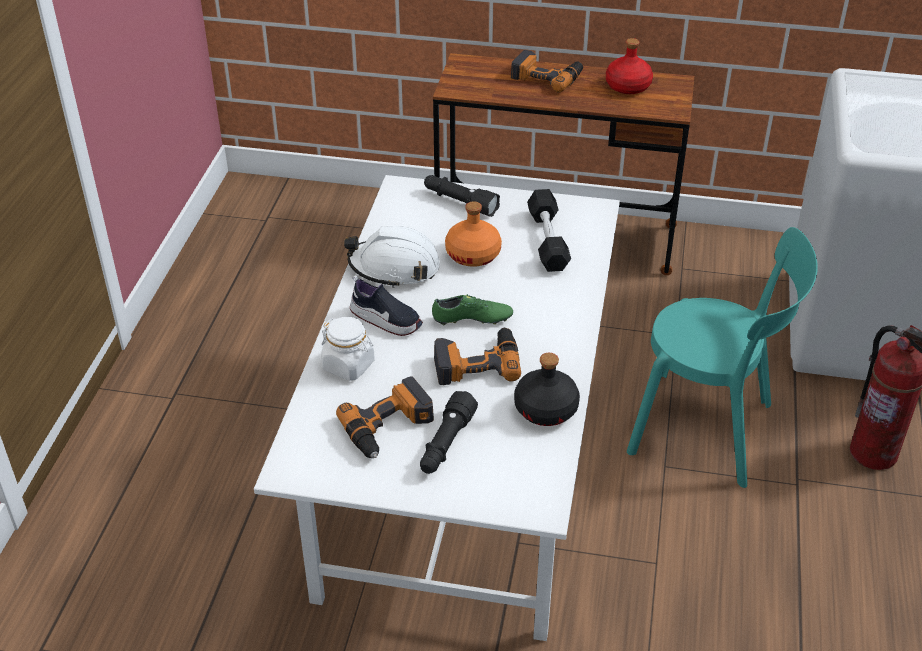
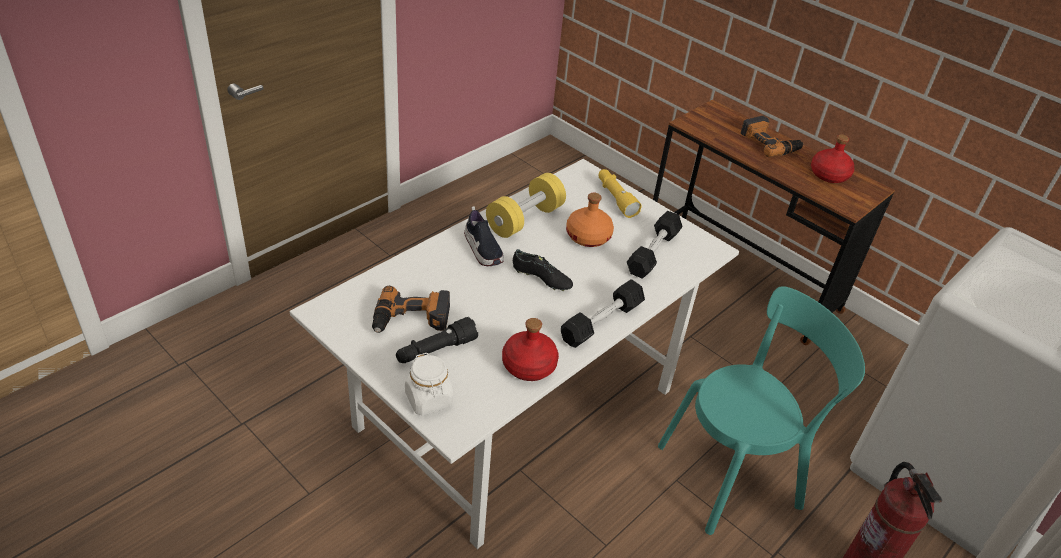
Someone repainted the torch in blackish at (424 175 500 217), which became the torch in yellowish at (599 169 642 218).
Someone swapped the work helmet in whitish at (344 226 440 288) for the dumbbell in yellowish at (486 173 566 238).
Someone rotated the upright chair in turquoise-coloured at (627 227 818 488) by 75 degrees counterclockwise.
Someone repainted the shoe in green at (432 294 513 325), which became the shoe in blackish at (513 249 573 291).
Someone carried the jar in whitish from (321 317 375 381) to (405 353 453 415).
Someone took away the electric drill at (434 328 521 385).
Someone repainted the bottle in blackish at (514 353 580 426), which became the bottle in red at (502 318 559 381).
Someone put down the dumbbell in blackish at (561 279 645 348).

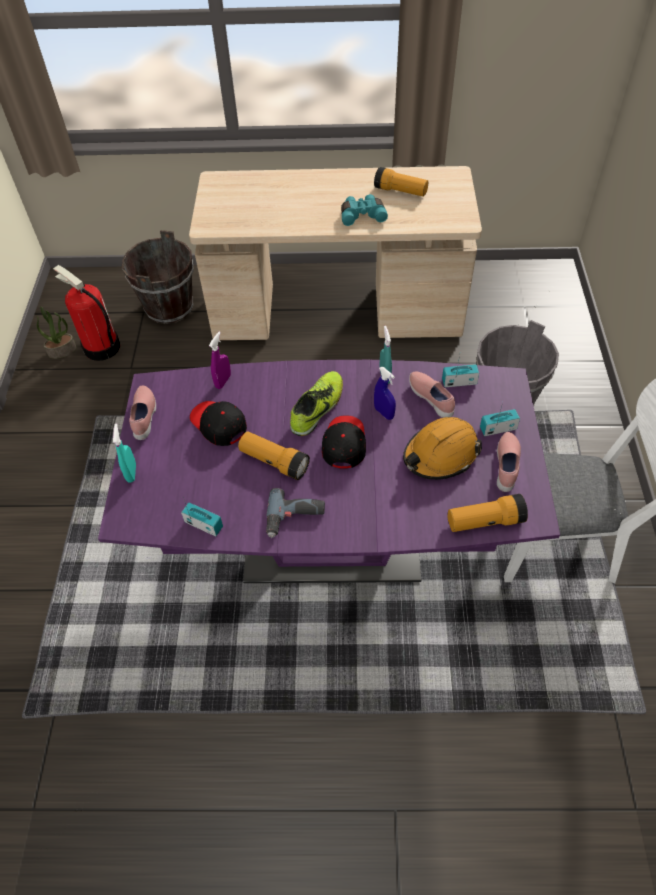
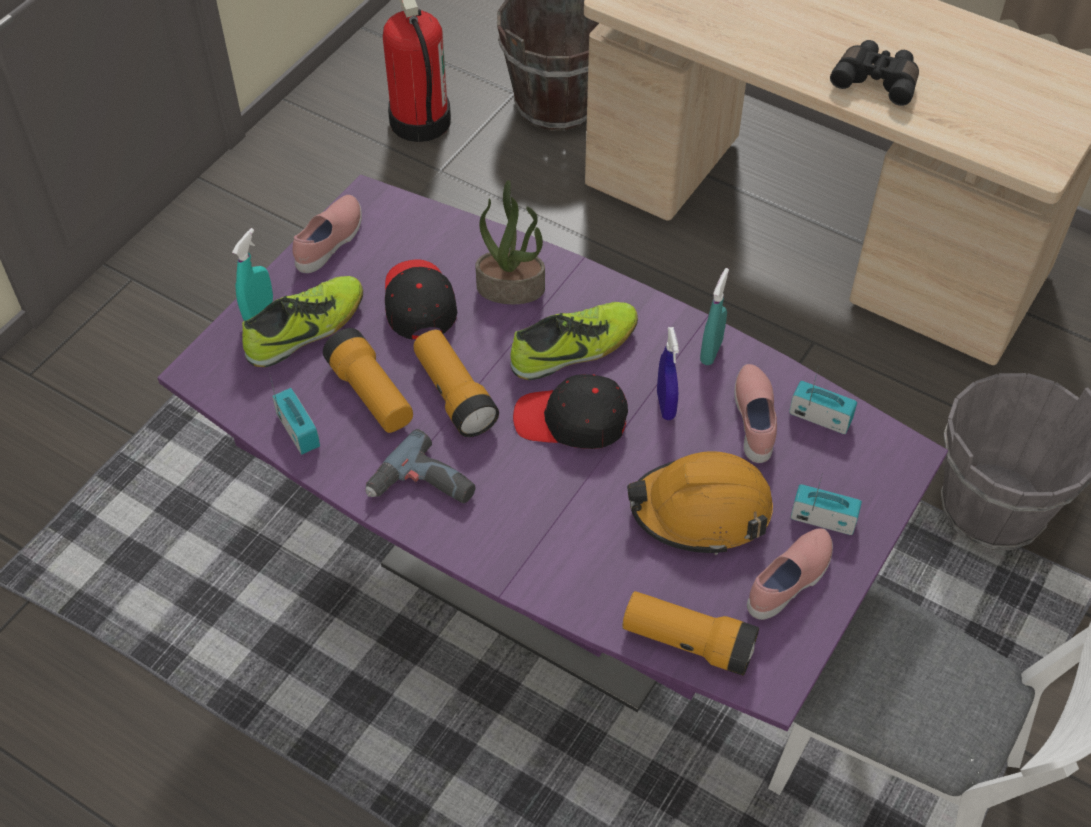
Someone carried the torch from (374 167 428 197) to (323 328 413 433).
Someone repainted the pair of binoculars in turquoise-coloured at (341 194 388 226), which became the pair of binoculars in blackish at (830 40 919 106).
Someone carried the plant in a pot from (37 306 77 359) to (475 180 545 304).
Someone took away the sprayer in purplish at (209 332 231 389).
Someone rotated the cap in blackish at (322 415 366 468) by 120 degrees counterclockwise.
Someone put down the shoe at (242 276 363 367).

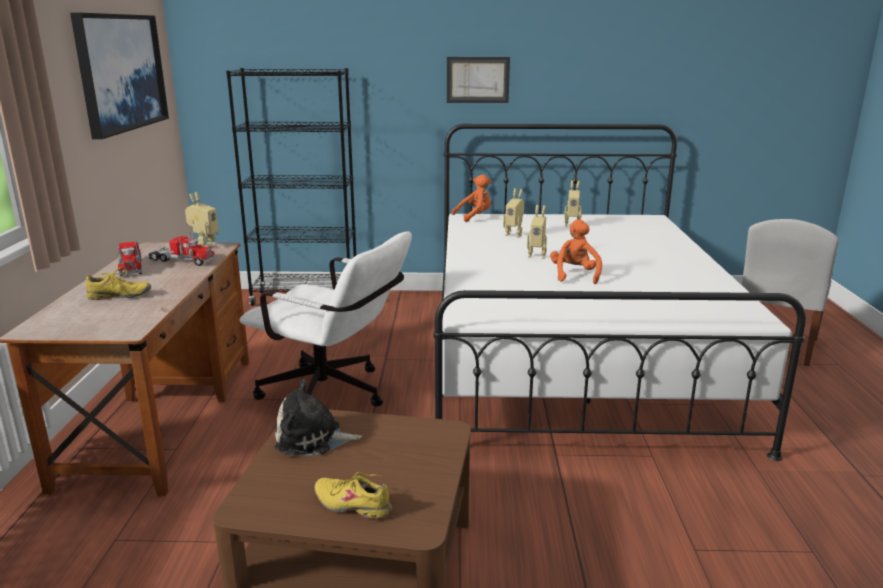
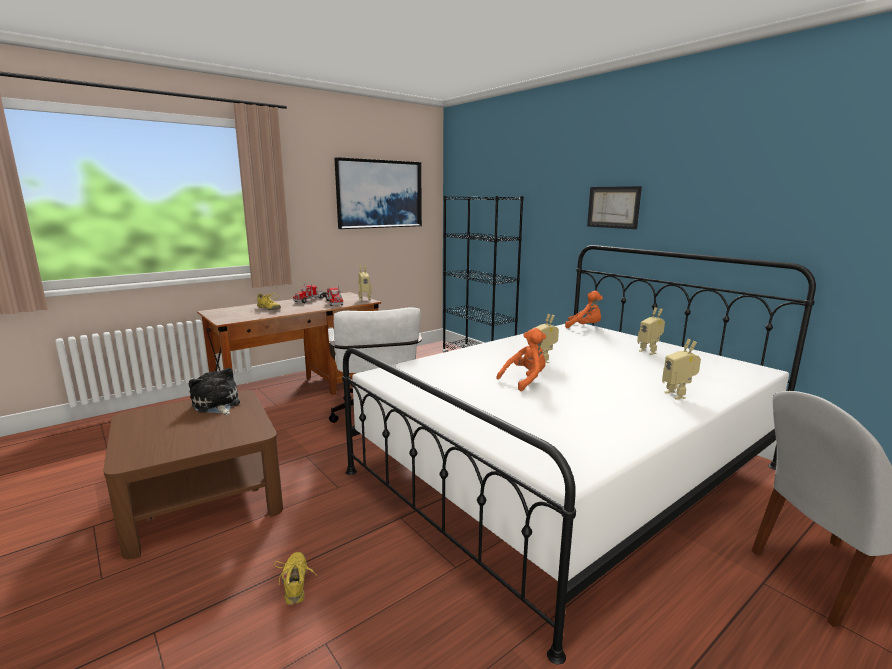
Someone carried the robot figure from (503 188 524 238) to (662 339 701 400).
Someone carried the shoe in yellowish from (314 472 392 519) to (274 552 317 605).

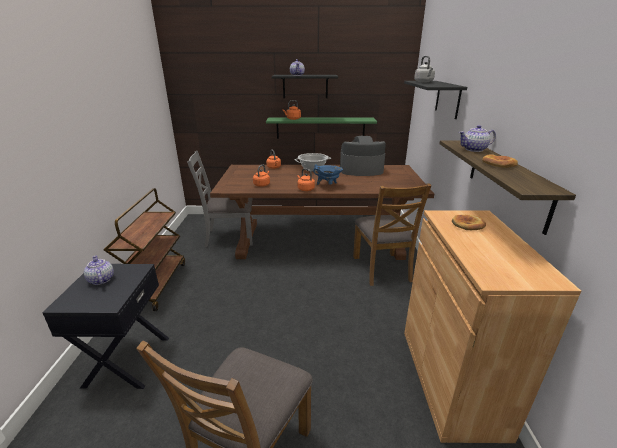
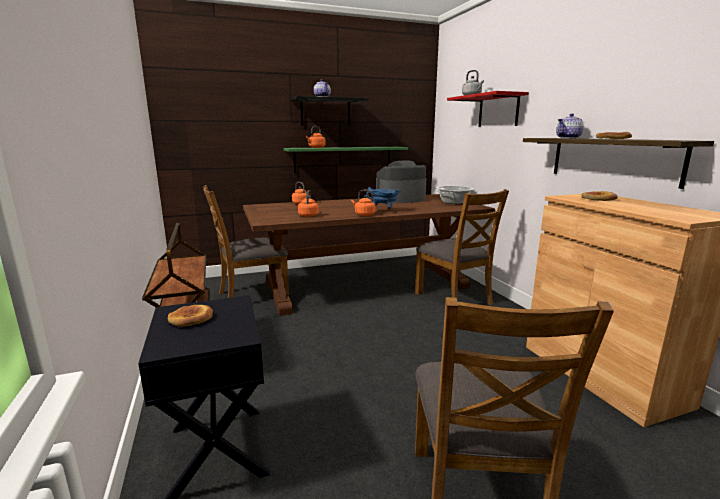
Someone repainted the bracket shelf in blackish at (404 81 467 119), which became the bracket shelf in red at (447 91 529 127).
Someone repainted the upright chair in gray at (187 151 253 247), which became the upright chair in brown at (203 185 289 298).
Someone carried the cooking pot from (295 153 331 171) to (436 186 473 204).
Someone swapped the tea pot at (84 255 114 285) for the bakery bread at (168 305 213 327).

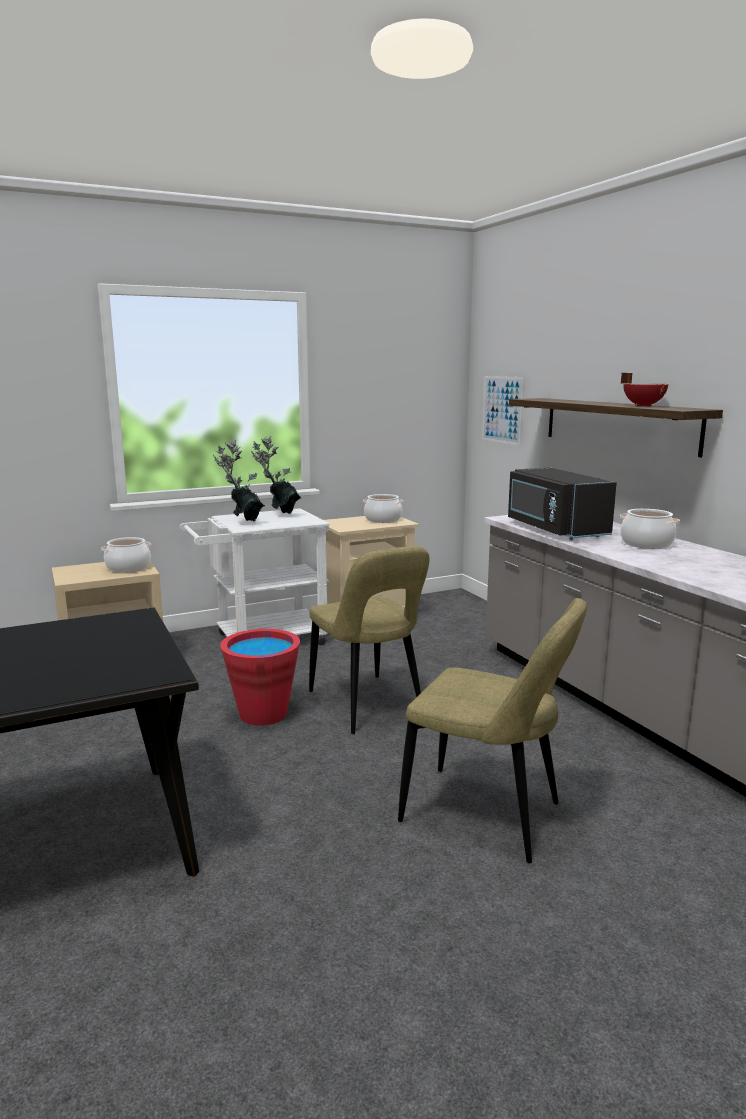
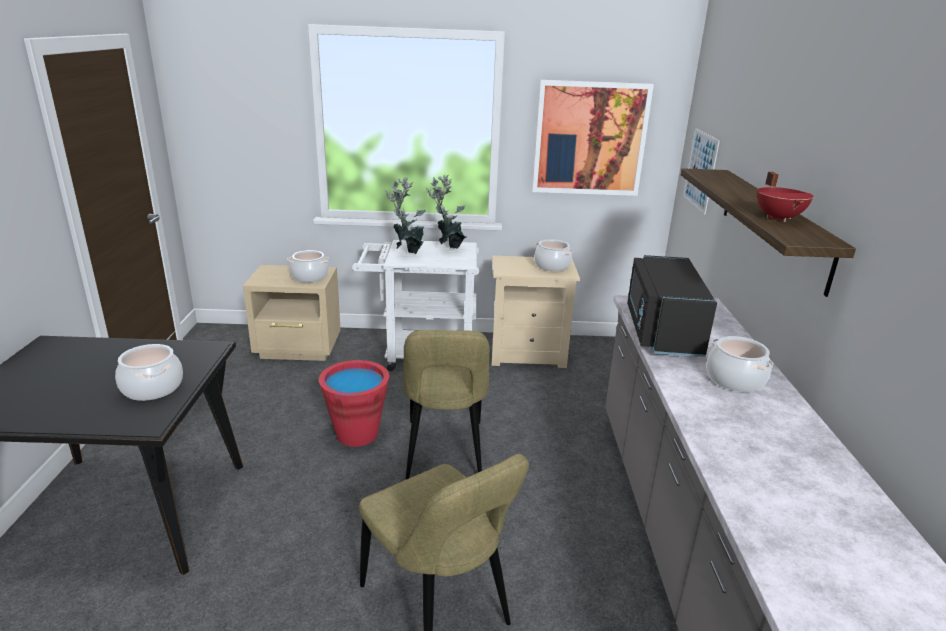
Someone put up the wall art at (532 80 654 196).
Someone put down the cooking pot at (115 344 183 401).

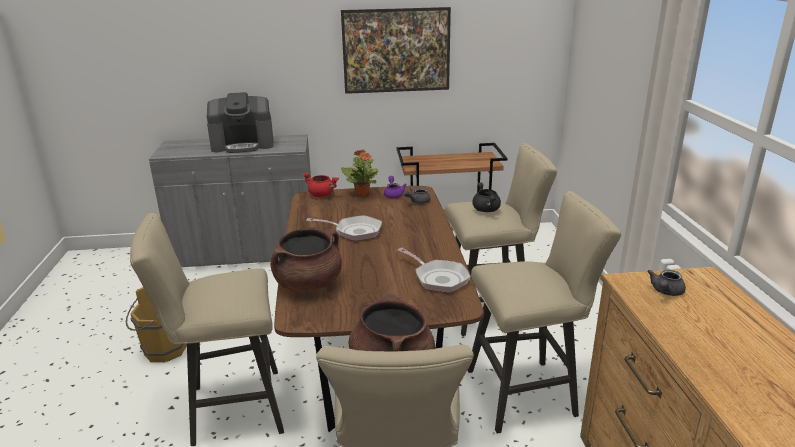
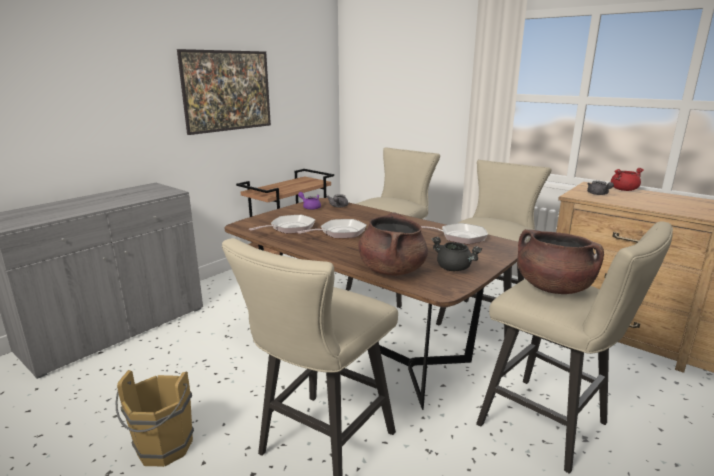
Someone took away the coffee maker at (207 92 274 153).
Someone took away the plant in a pot at (341 150 378 197).
Someone carried the cooking pot in red from (302 172 339 197) to (611 168 644 191).
Someone carried the cooking pot in blackish from (472 182 501 212) to (432 237 482 271).
Someone put down the skillet at (249 215 316 234).

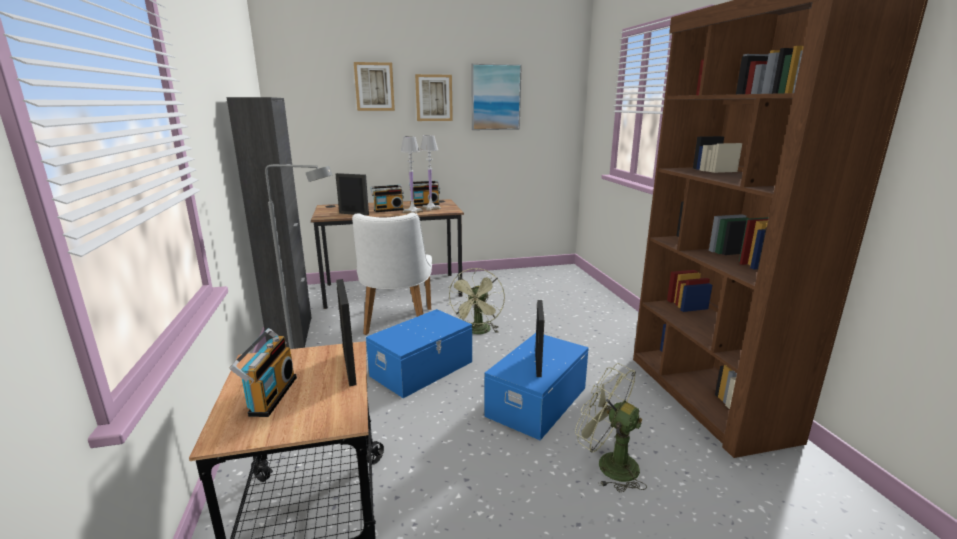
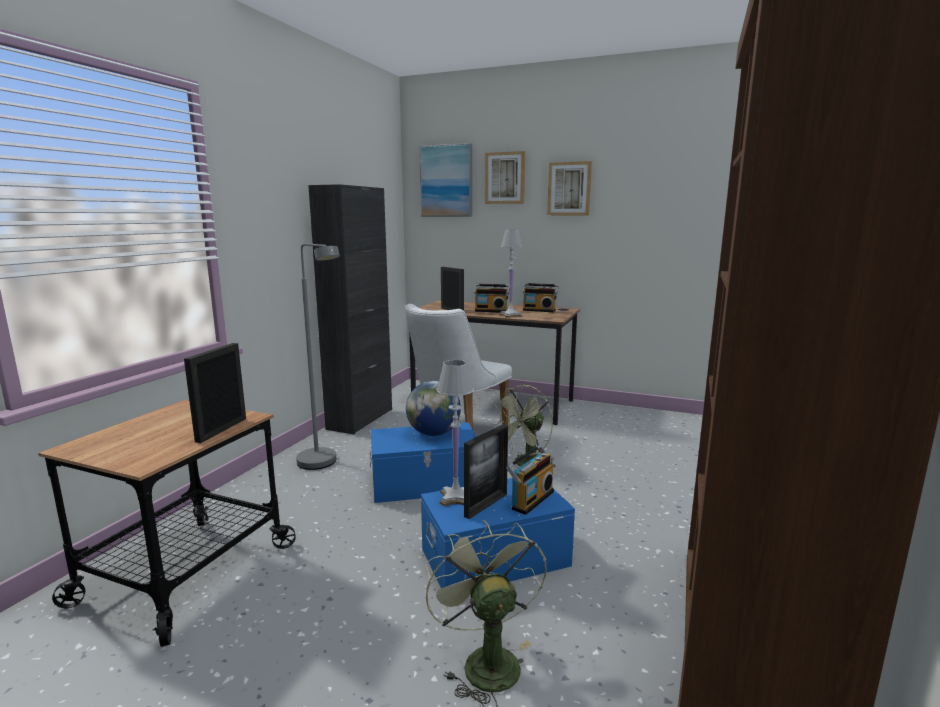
Someone carried the wall art from (471 63 522 130) to (419 143 472 217).
Someone carried the table lamp in whitish from (420 135 441 211) to (437 360 474 506).
Someone carried the radio from (229 328 297 417) to (506 445 554 515).
Someone put down the world globe at (406 381 461 436).

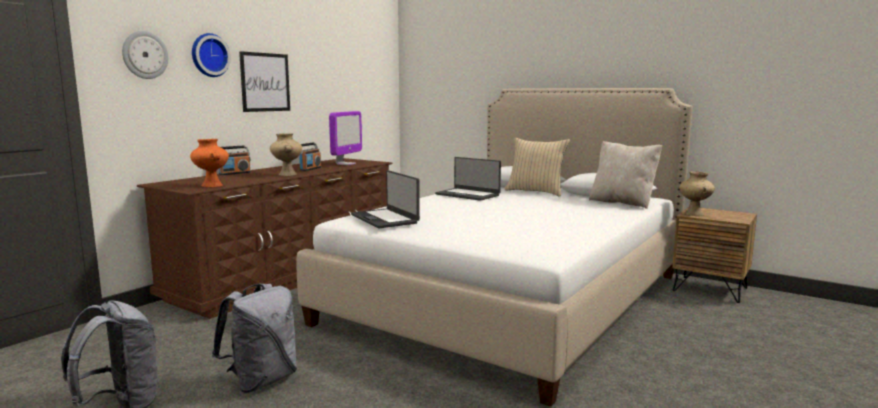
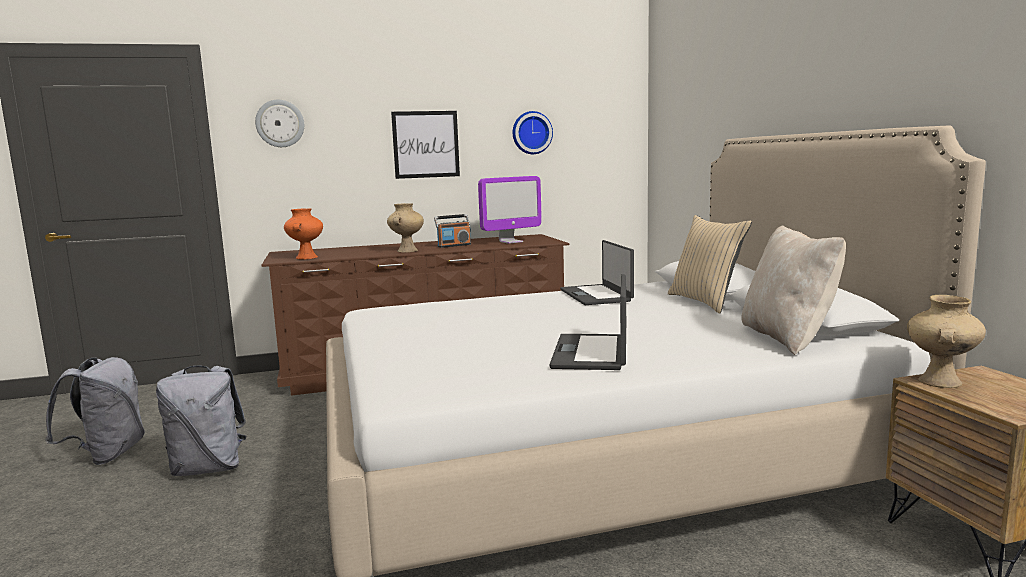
Someone carried the hanging clock from (192 33 231 77) to (513 111 553 154).
Someone took away the radio at (219 145 251 175).
Someone carried the portable computer from (351 170 420 228) to (549 274 626 370).

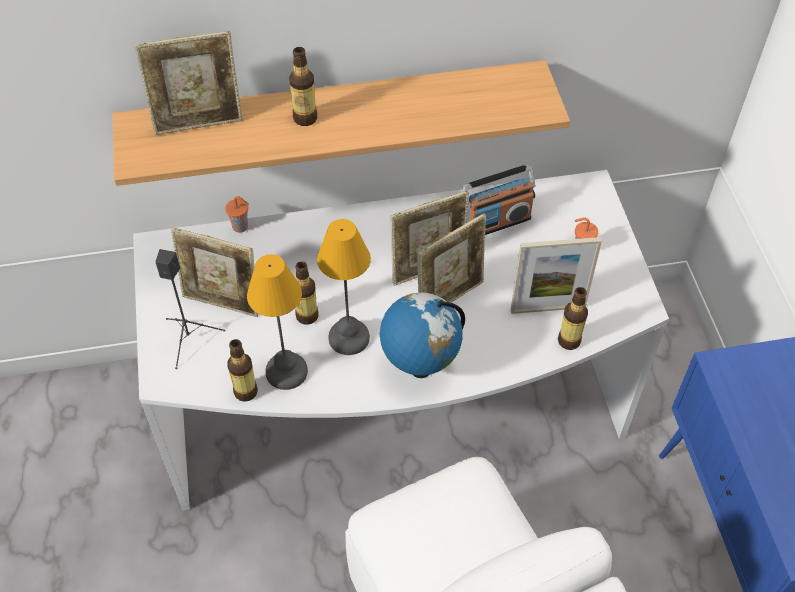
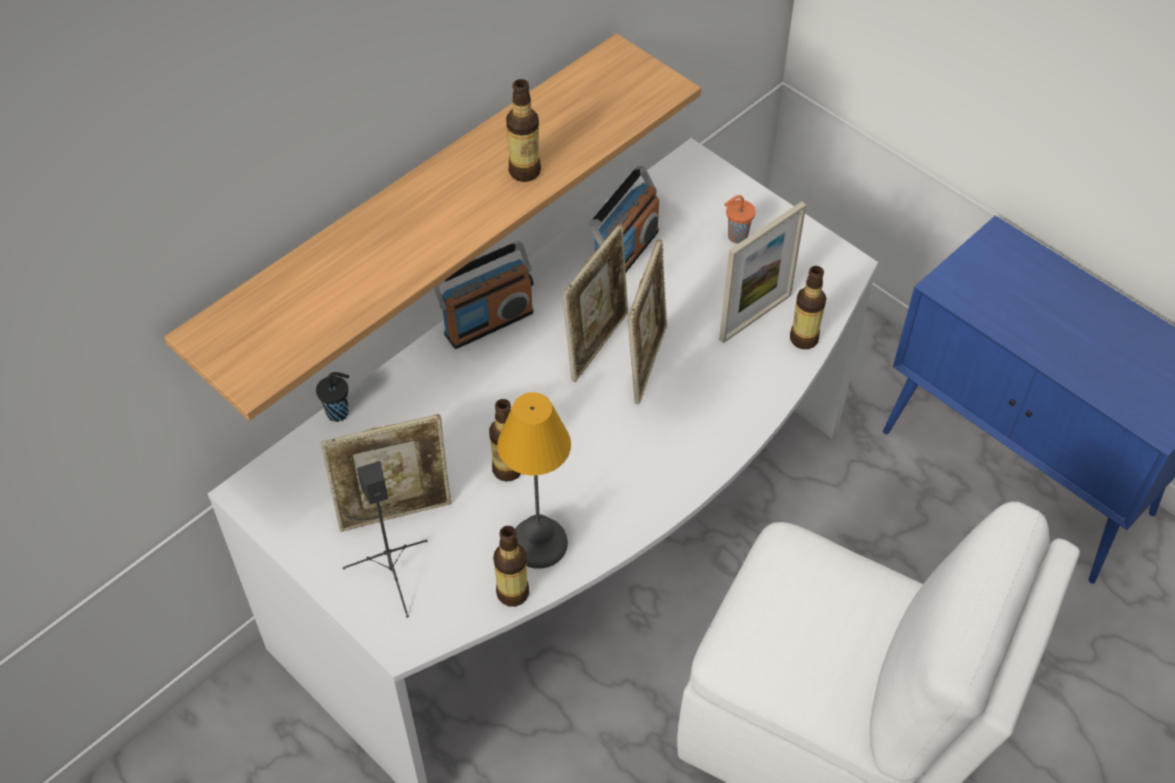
Someone took away the photo frame at (135 31 243 135).
Someone carried the bottle from (289 47 317 126) to (506 79 541 182).
Someone repainted the small cup in orange at (225 196 249 233), which became the small cup in blackish at (316 372 349 422).
Someone took away the table lamp at (317 219 371 355).
Someone took away the world globe at (380 292 465 378).
Someone put down the radio at (434 241 534 349).

